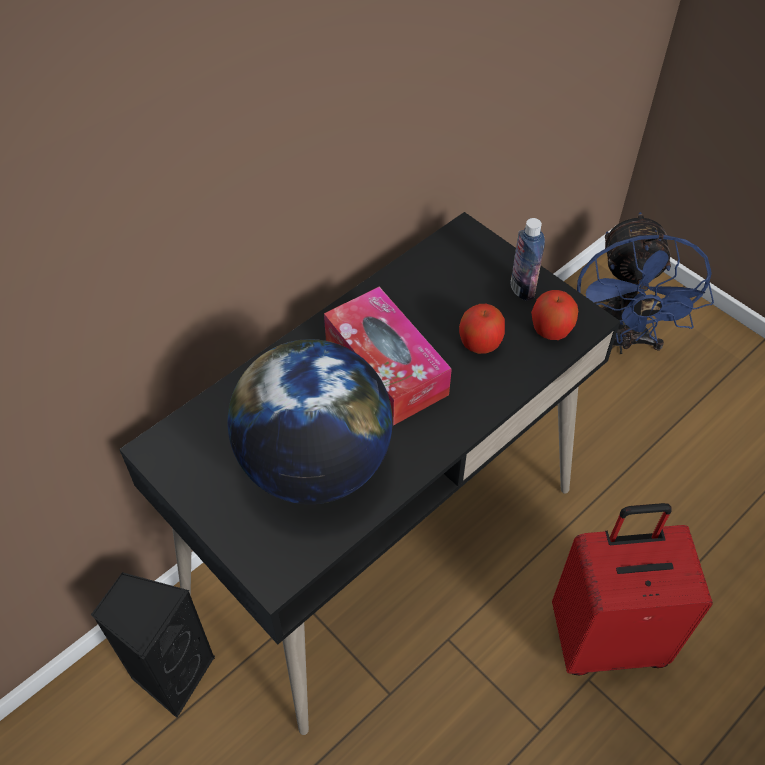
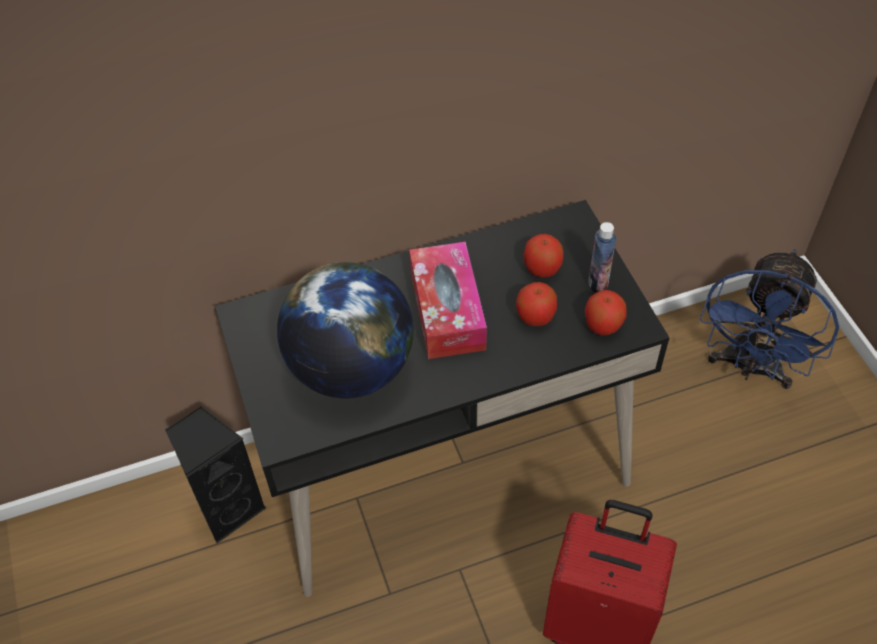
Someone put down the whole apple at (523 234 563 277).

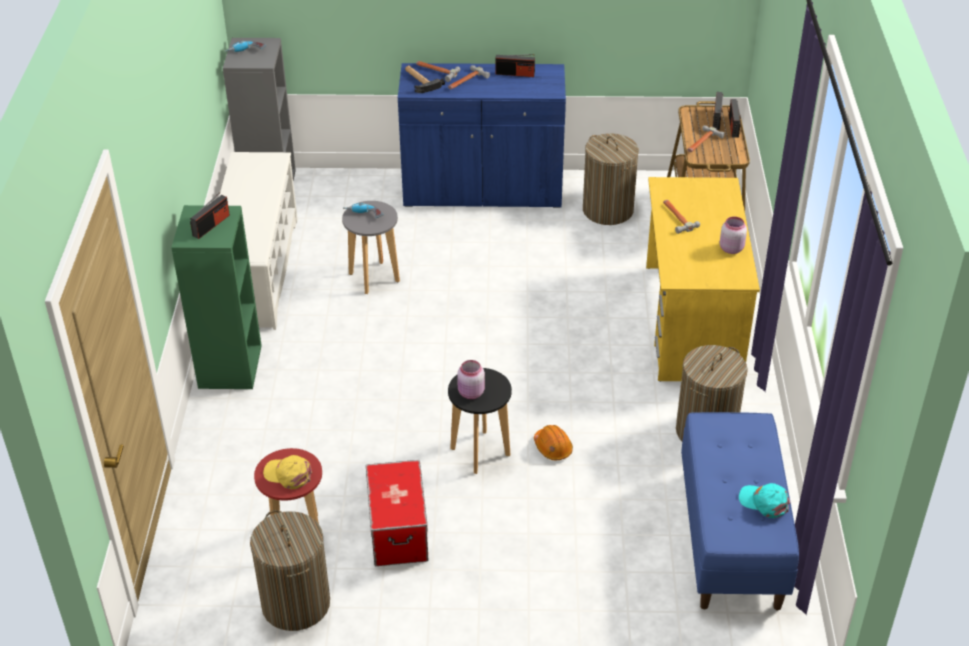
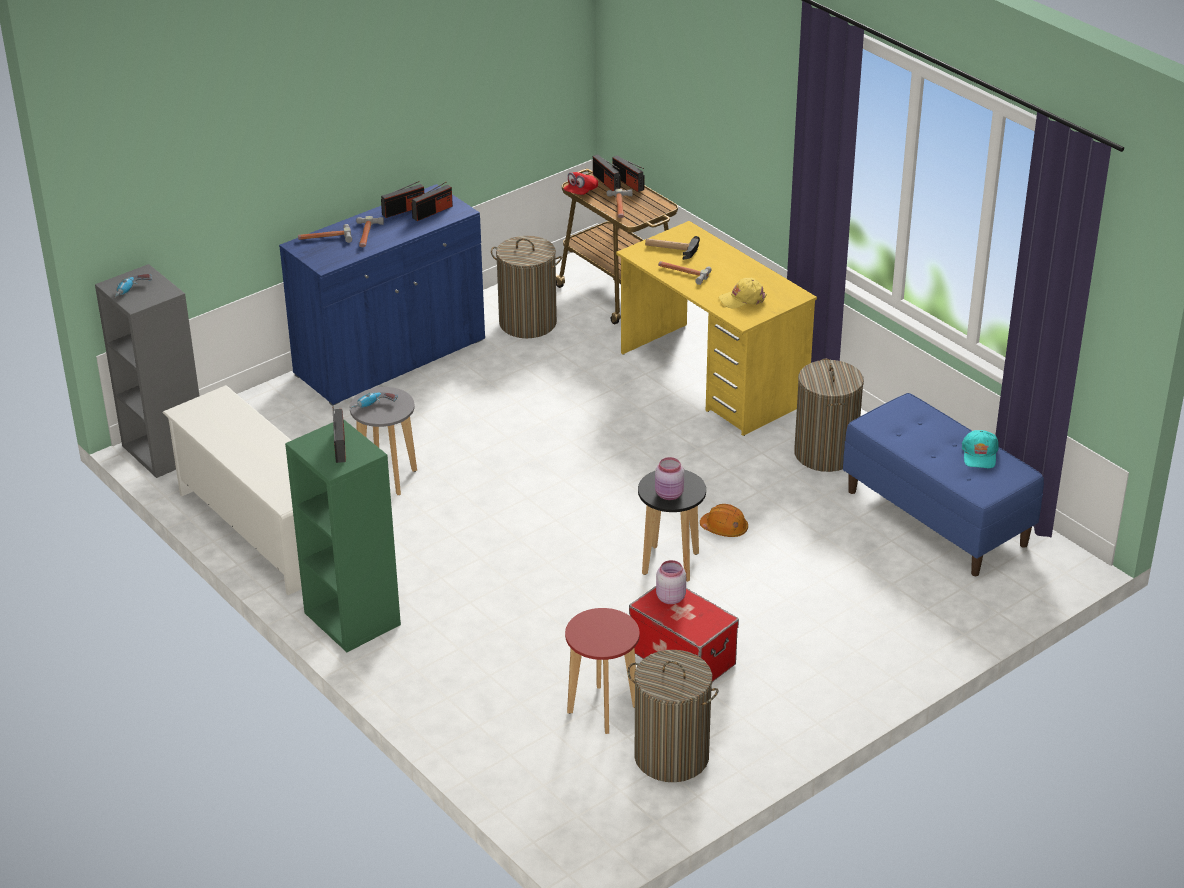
Someone carried the hammer from (405 66 445 93) to (645 236 700 260).
Someone carried the jar in pink-coloured from (720 217 747 254) to (656 560 686 604).
Someone carried the cap in yellowish from (263 455 312 489) to (719 278 767 309).
Someone rotated the cap in turquoise-coloured at (739 483 790 518) by 75 degrees counterclockwise.
Someone put down the cap in red at (563 172 598 195).
Someone put down the radio at (411 182 453 221).

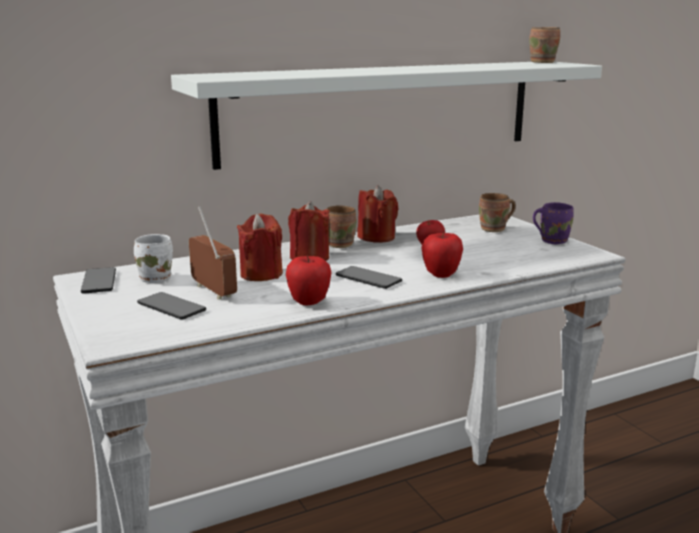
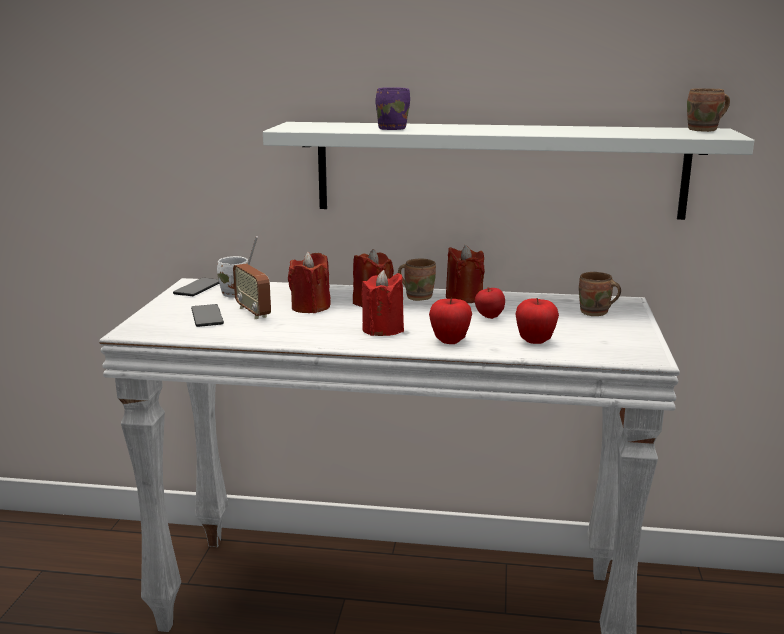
Someone carried the coffee mug in purplish from (533 202 574 245) to (375 87 410 130).
Someone rotated the radio at (189 206 237 300) by 150 degrees clockwise.
Someone carried the whole apple from (286 255 332 305) to (516 298 559 344).
Someone swapped the telephone at (336 266 402 289) for the wax candle in red at (361 270 404 336).

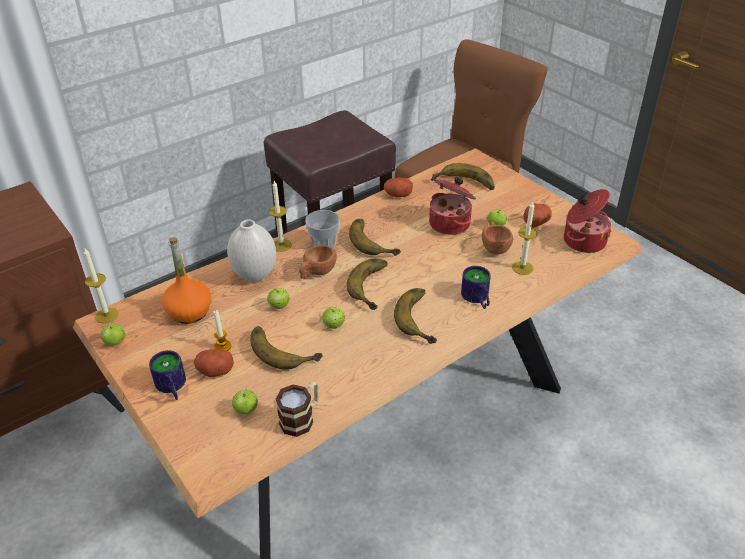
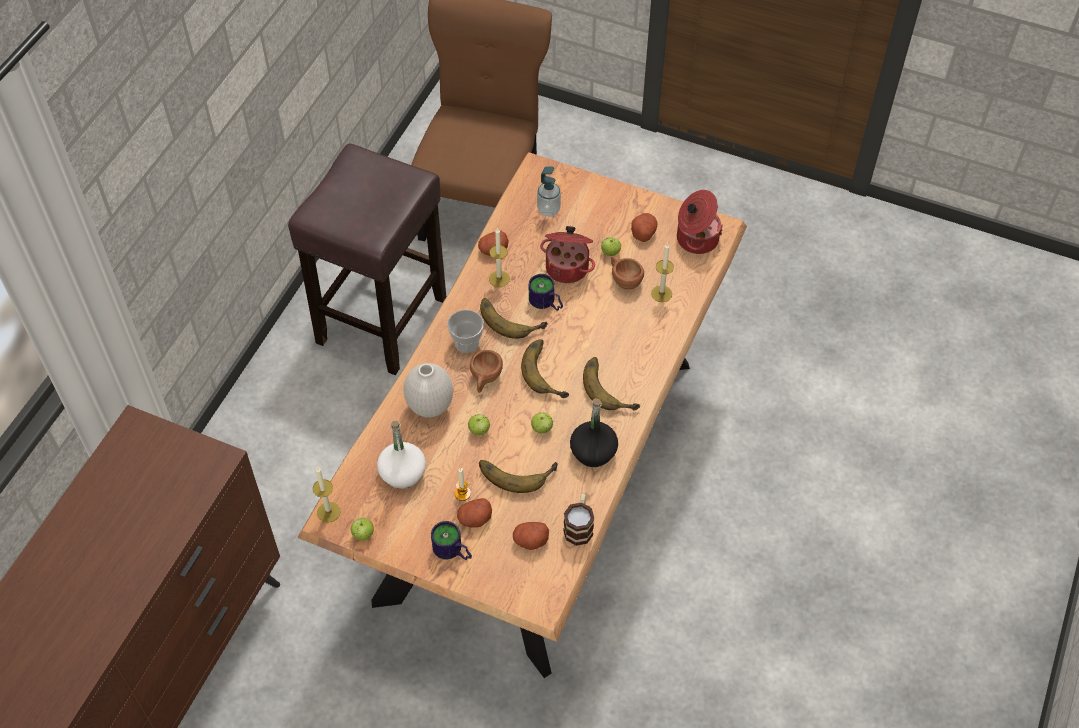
Someone swapped the banana at (431 163 495 190) for the liquid soap bottle at (537 166 561 217).
Someone carried the wax candle from (269 181 292 252) to (489 228 510 287).
Someone repainted the bottle in orange at (162 237 211 324), which became the bottle in whitish at (377 421 426 489).
Someone carried the coffee mug from (461 266 491 309) to (529 274 563 311).
Someone swapped the whole apple at (232 390 258 414) for the spud at (513 522 549 550).
Someone put down the bottle in blackish at (570 398 618 467).

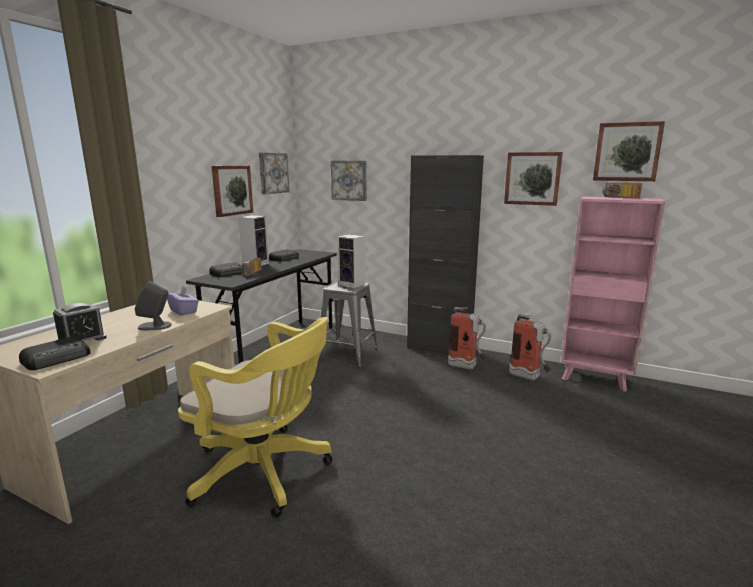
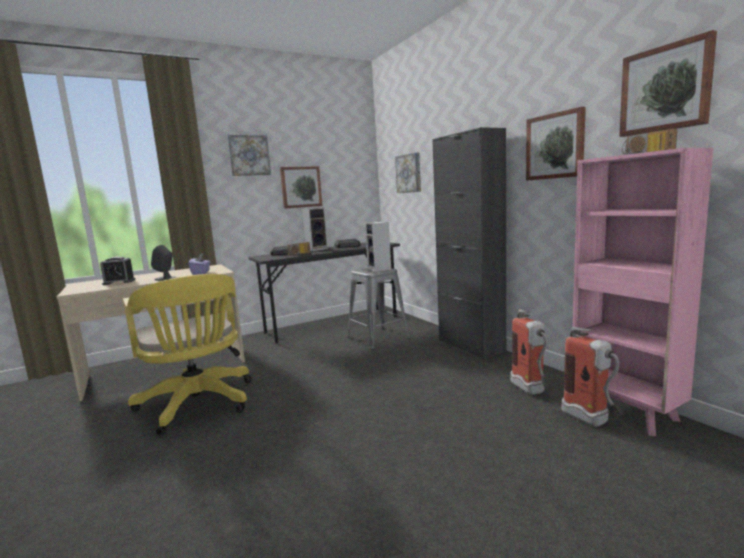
Someone carried the wall art from (259 153 289 194) to (227 135 271 176).
Someone carried the fire-fighting cylinder from (448 307 488 370) to (562 327 624 427).
Someone took away the radio at (19 336 91 370).

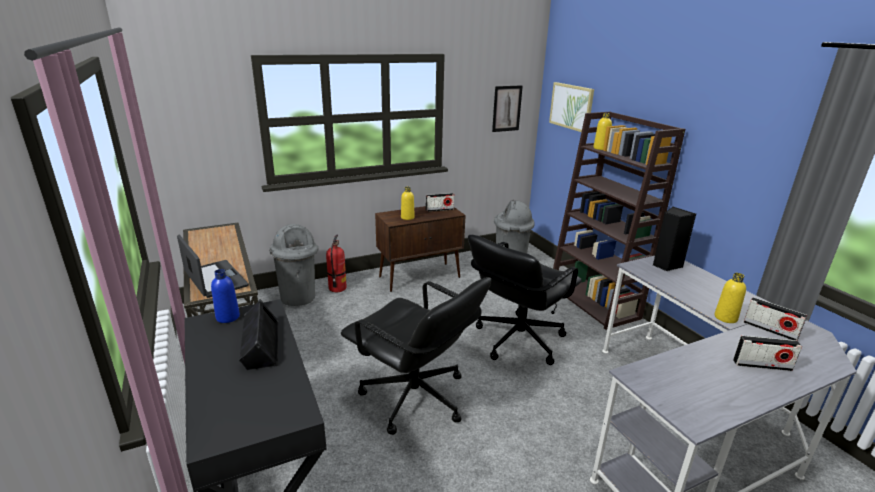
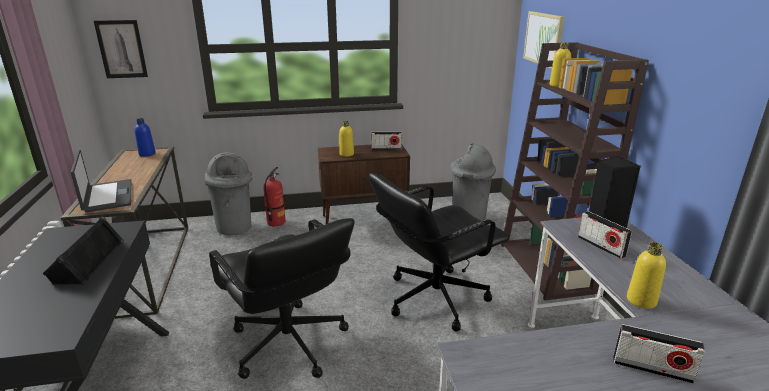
Someone carried the wall art from (492 85 523 132) to (94 20 148 78).
Someone carried the bottle in blue-coloured from (211 269 240 323) to (134 118 156 157).
Someone carried the radio from (744 297 807 340) to (578 211 632 259).

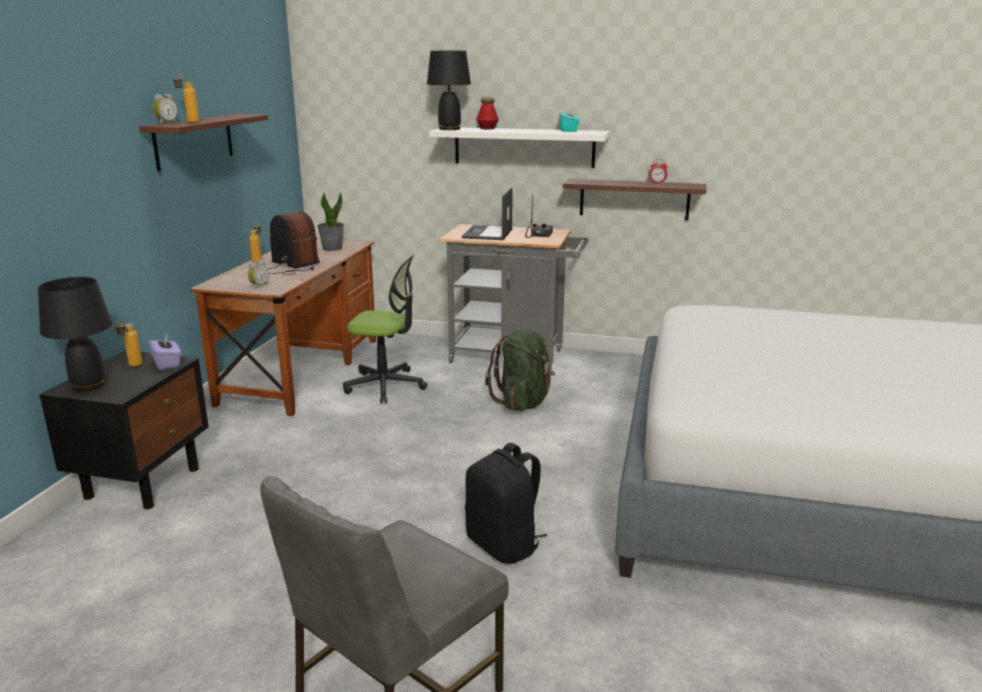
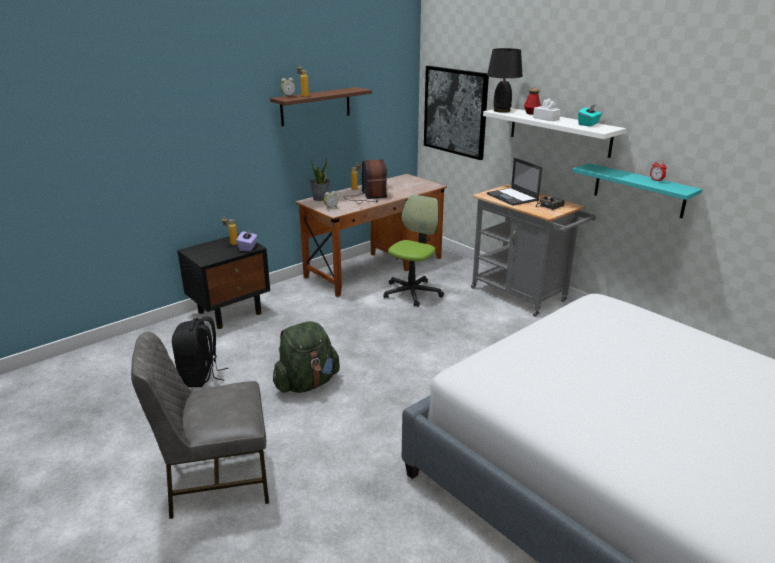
Someone repainted the bracket shelf in brown at (563 179 706 220), which became the bracket shelf in turquoise-coloured at (572 163 702 218).
Someone rotated the portable computer at (462 187 513 240) by 75 degrees counterclockwise.
Someone carried the plant in a pot from (317 192 344 251) to (310 157 330 201).
Someone rotated the computer chair at (343 255 427 404) by 105 degrees counterclockwise.
Someone took away the table lamp in blackish at (38 277 112 392).
Someone carried the rucksack in green from (485 330 555 411) to (273 321 340 393).
Someone carried the rucksack in blackish from (465 443 547 564) to (172 317 228 387).
Someone put up the wall art at (424 66 489 160).
Someone put down the tissue box in whitish at (533 98 561 121).

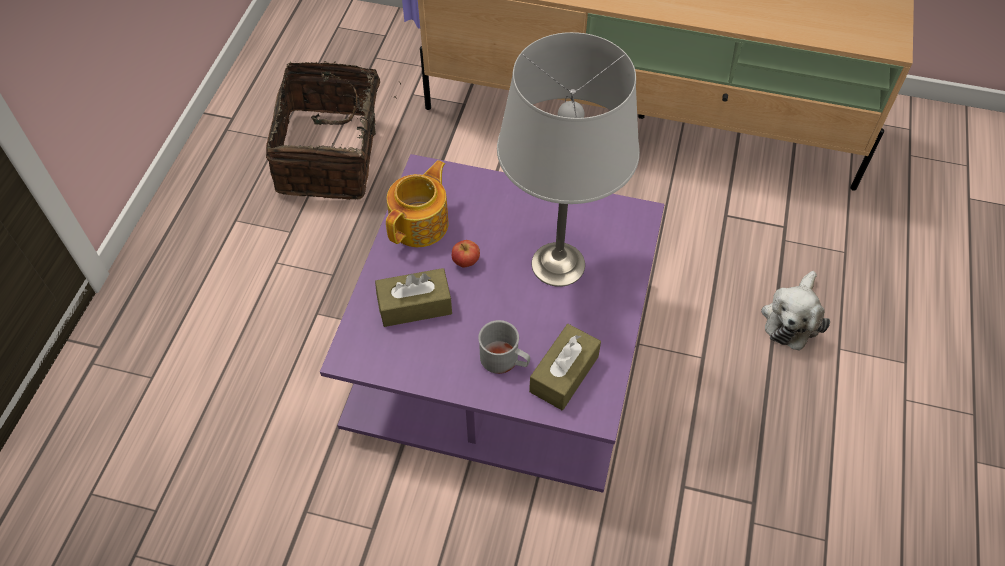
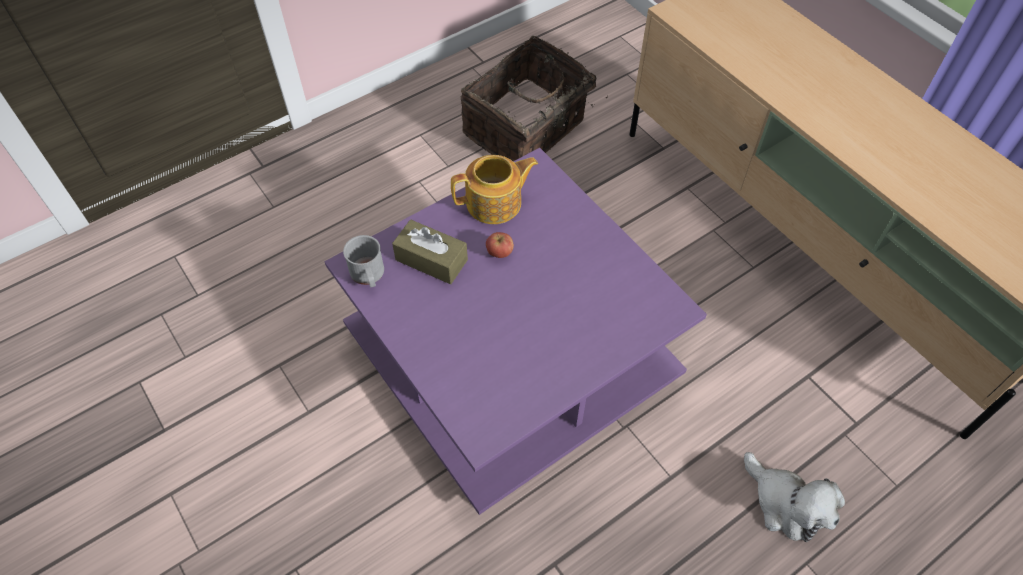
Someone took away the table lamp in gray at (497 32 640 287).
Someone rotated the cuddly toy at (761 271 830 351) by 105 degrees counterclockwise.
Someone carried the coffee mug in gray from (478 320 530 374) to (343 235 384 288).
Someone took away the tissue box in brown at (529 324 601 410).

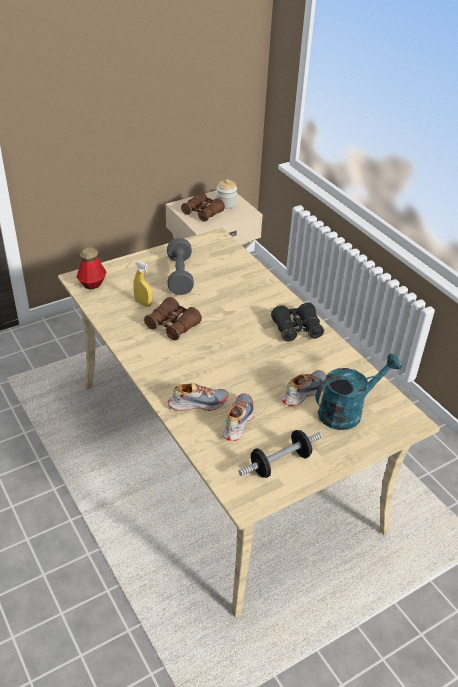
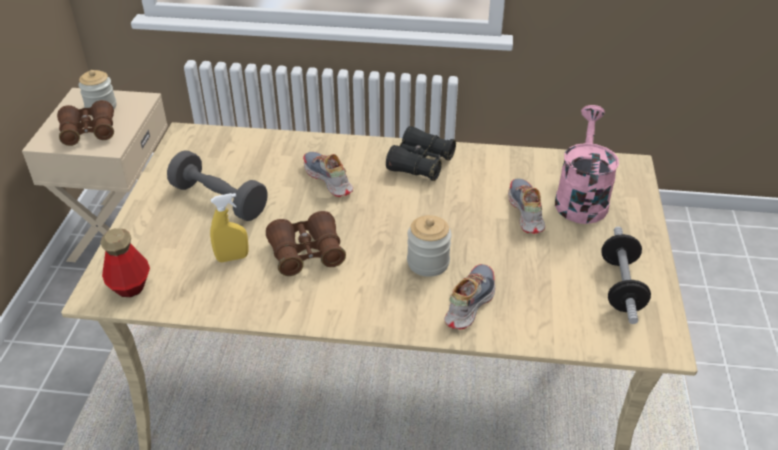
Someone repainted the watering pot in turquoise-coloured at (316 353 402 430), which became the watering pot in pink-coloured at (555 105 619 224).
Someone carried the shoe from (223 393 254 441) to (303 152 353 197).
Someone put down the jar at (407 215 452 277).

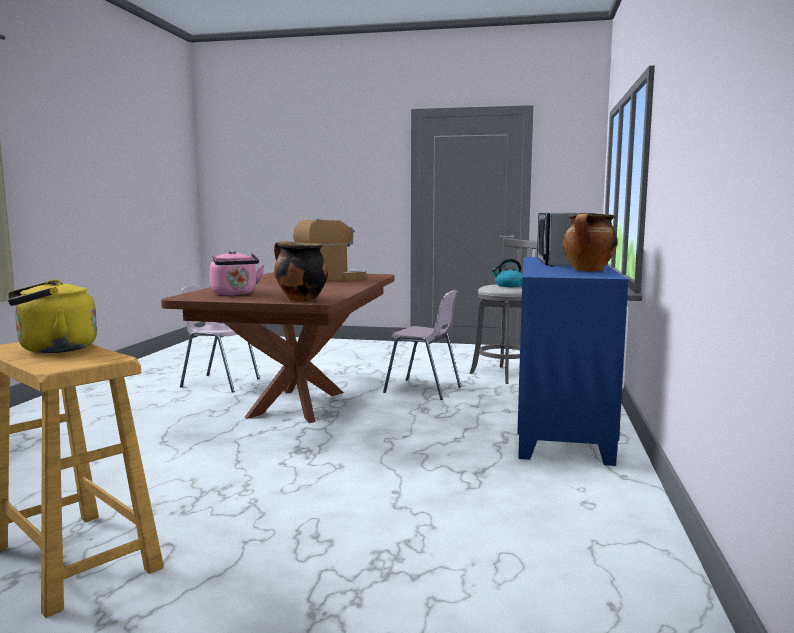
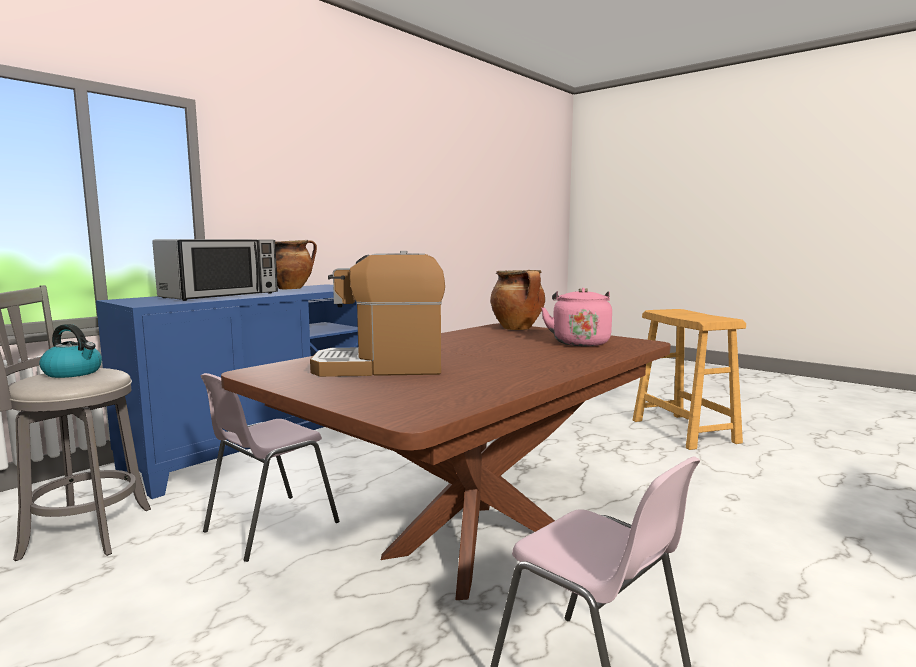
Someone took away the tea kettle in yellowish at (7 279 97 353).
Someone rotated the upright chair in pink-coloured at (383 290 461 400) by 105 degrees counterclockwise.

